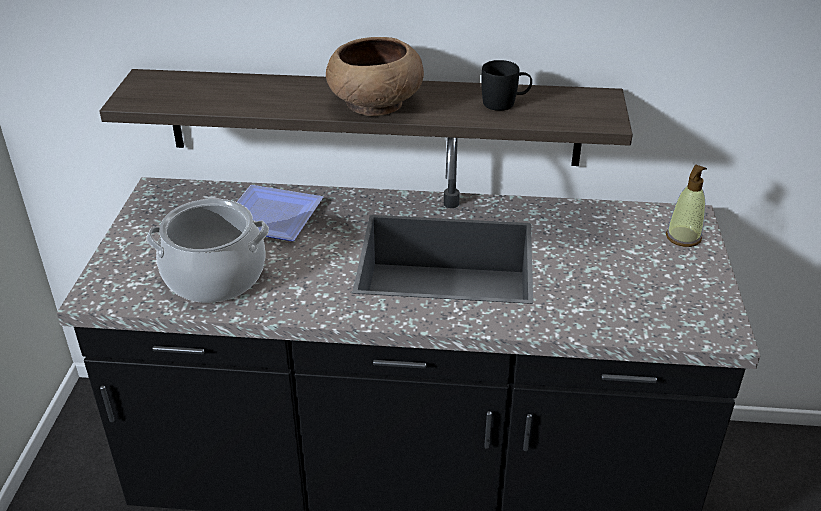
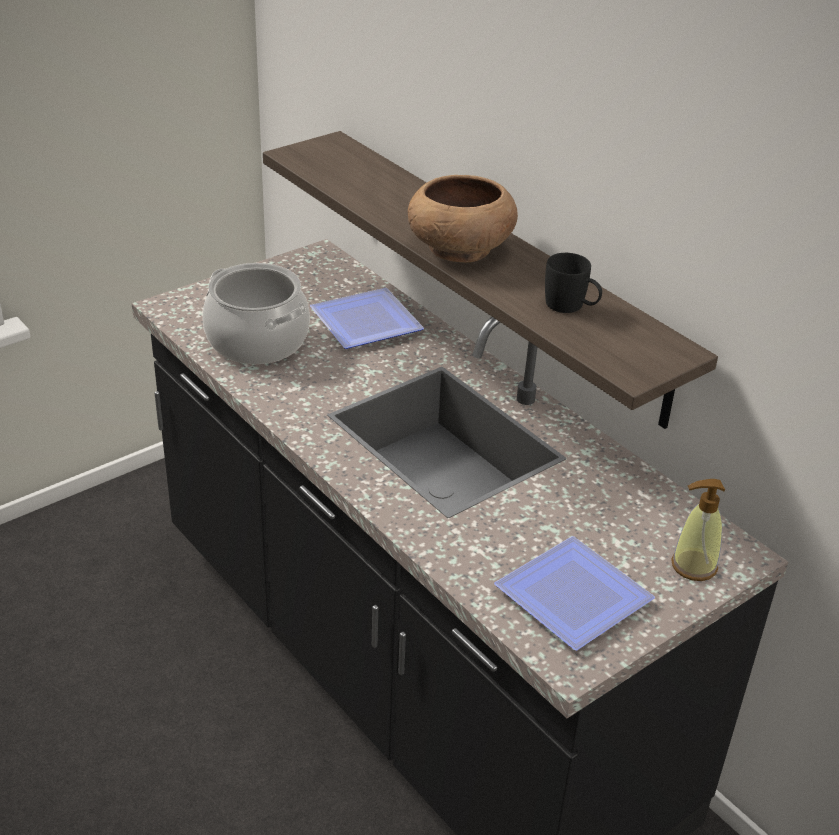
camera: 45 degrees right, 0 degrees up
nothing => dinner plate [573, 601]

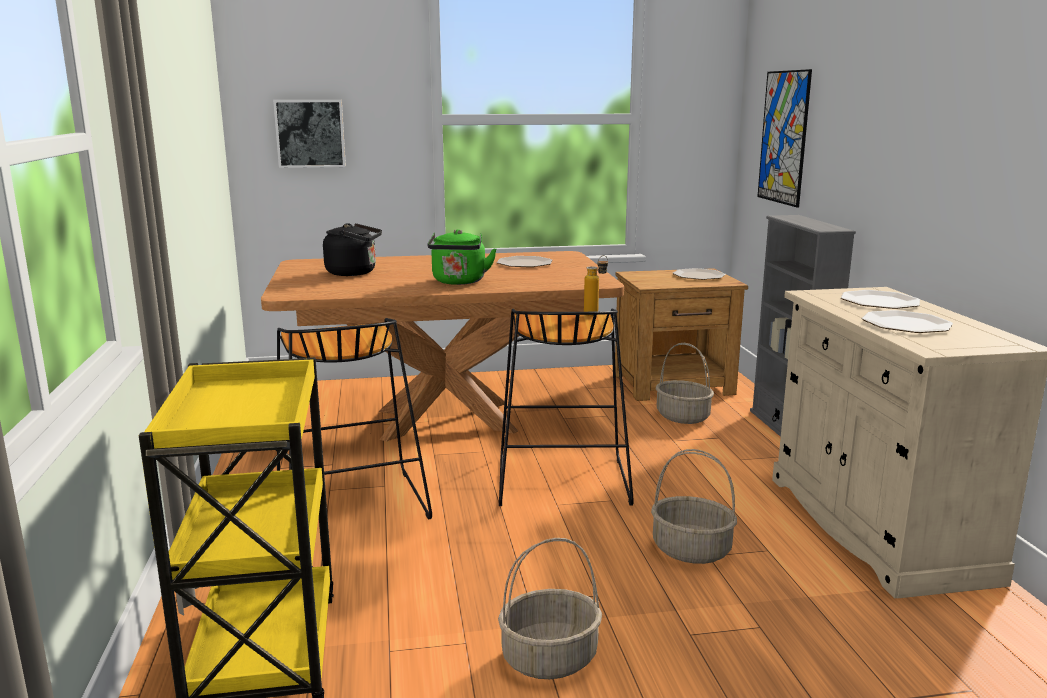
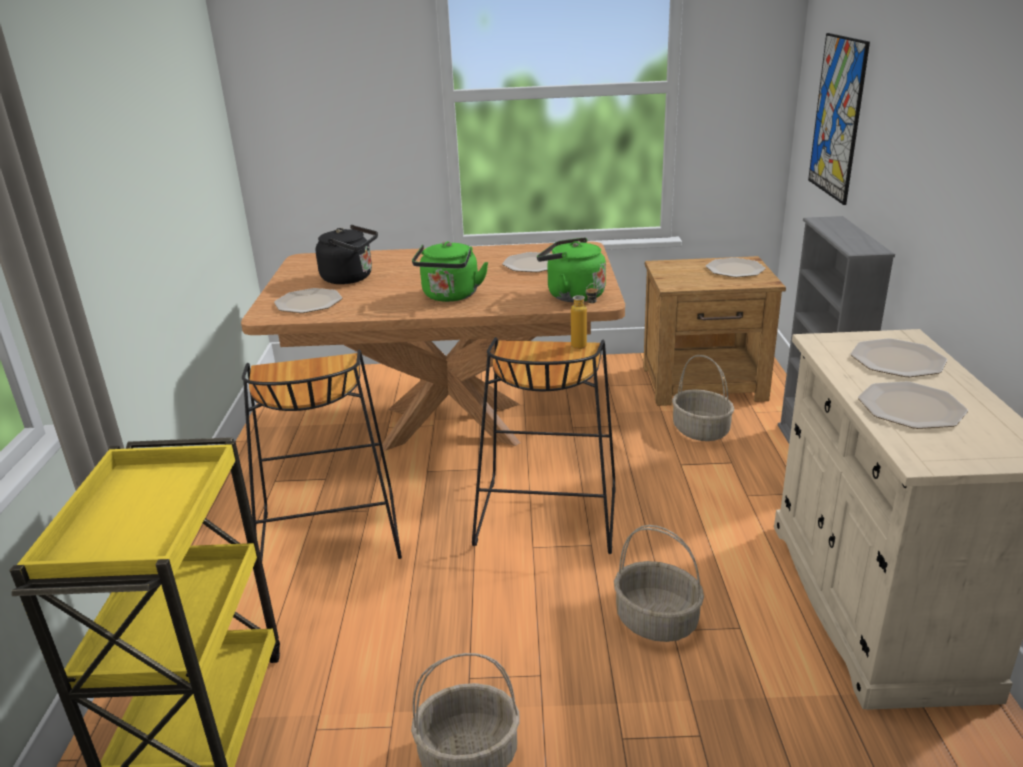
camera: 10 degrees right, 10 degrees up
wall art [310, 133] => nothing
nothing => water kettle (green) [572, 295]
nothing => dinner plate [308, 303]

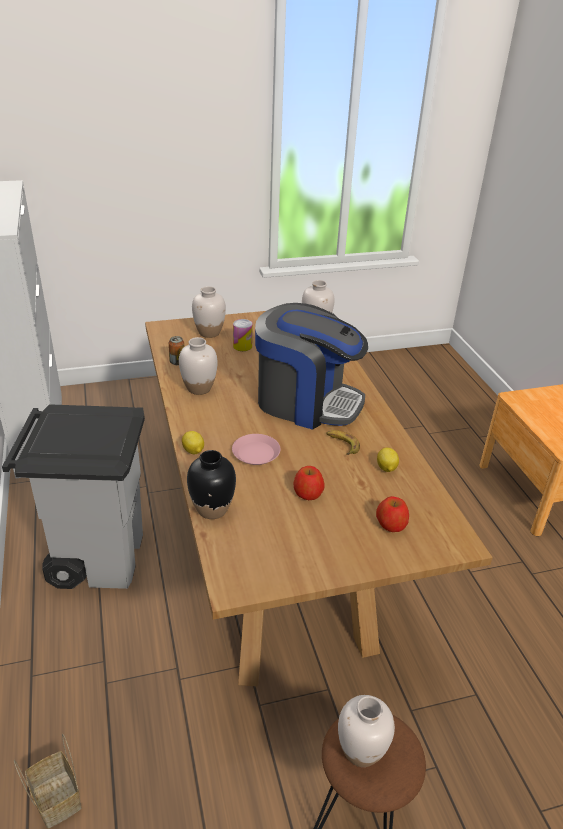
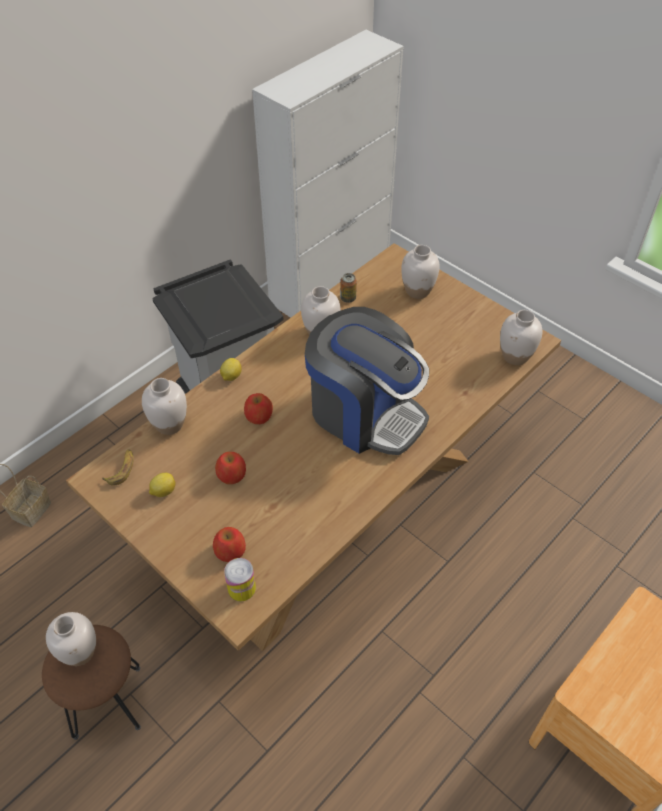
camera: 60 degrees right, 15 degrees up
coffee maker [306, 402] => coffee maker [365, 413], 45 degrees counterclockwise
metal can [242, 346] => metal can [241, 588], shifted
banana fruit [342, 444] => banana fruit [121, 469], shifted
dinner plate (pinkish) [256, 453] => apple [259, 416]
citrus fruit [386, 468] => citrus fruit [163, 491], shifted
vase (black-coloured) [212, 509] => vase (white) [169, 424]

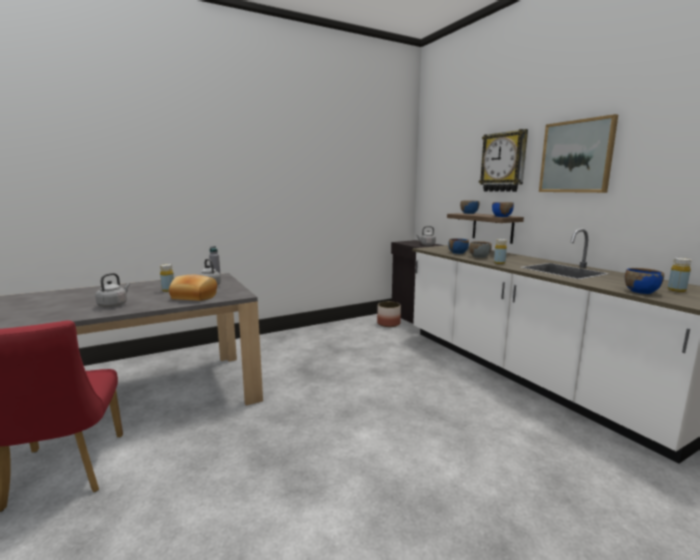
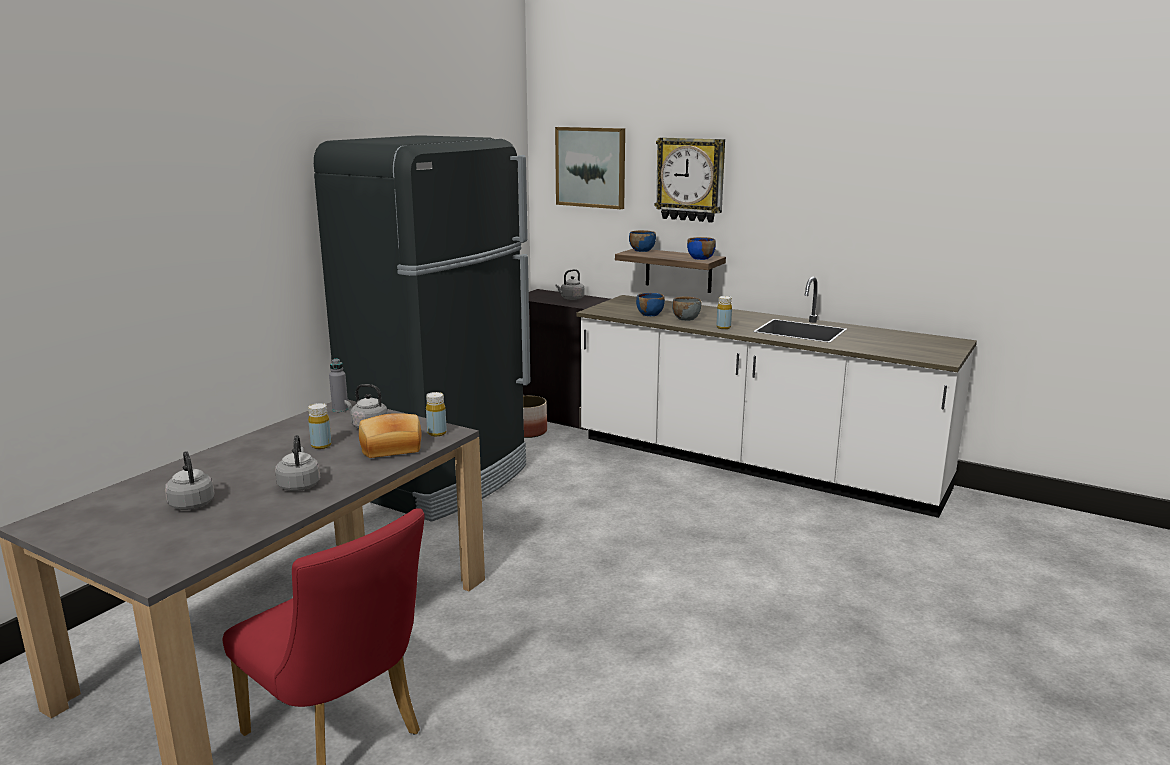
camera: 30 degrees left, 5 degrees up
wall art [576, 156] => wall art [591, 167], shifted
bottle (yellow) [676, 290] => bottle (yellow) [437, 433], shifted
serving bowl (blue-coloured) [641, 291] => nothing
nothing => fridge (black-coloured) [441, 481]
nothing => water kettle (gray) [191, 503]

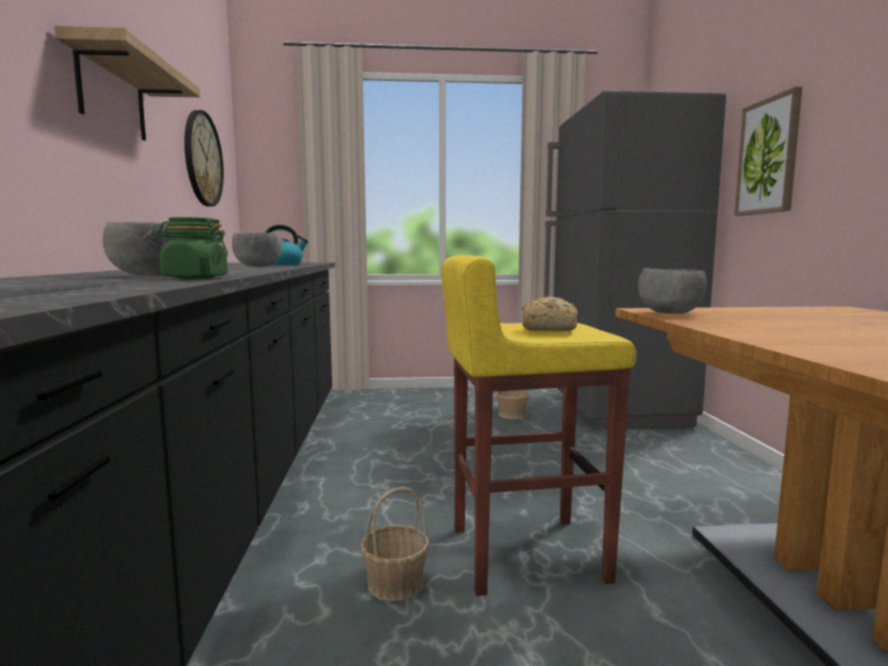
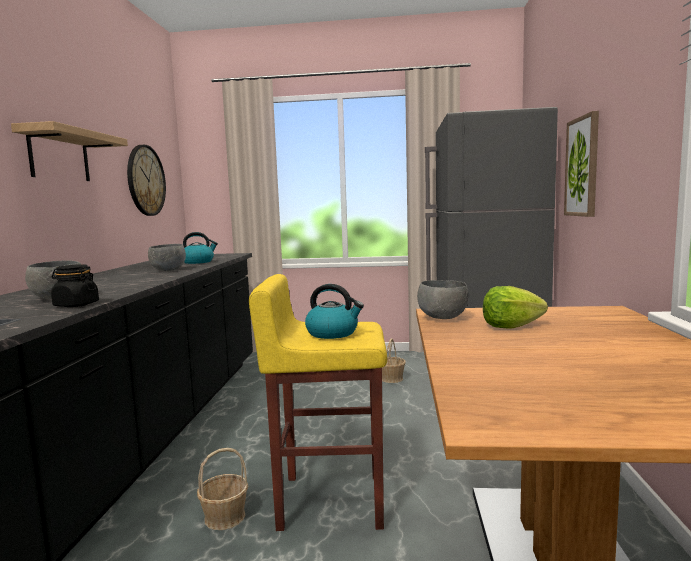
camera: 10 degrees right, 0 degrees up
jar (green) [195, 278] => jar (black-coloured) [76, 305]
bread [546, 329] => water kettle [333, 333]
nothing => lettuce [510, 326]

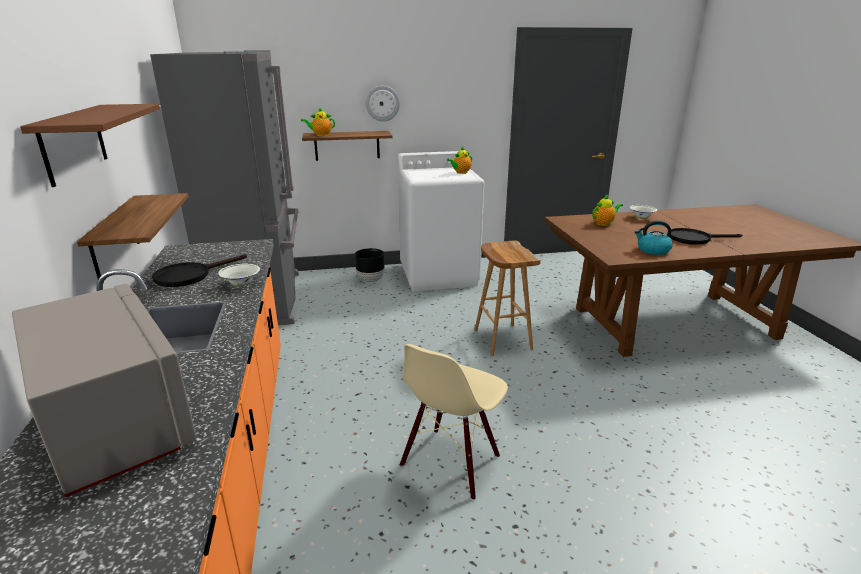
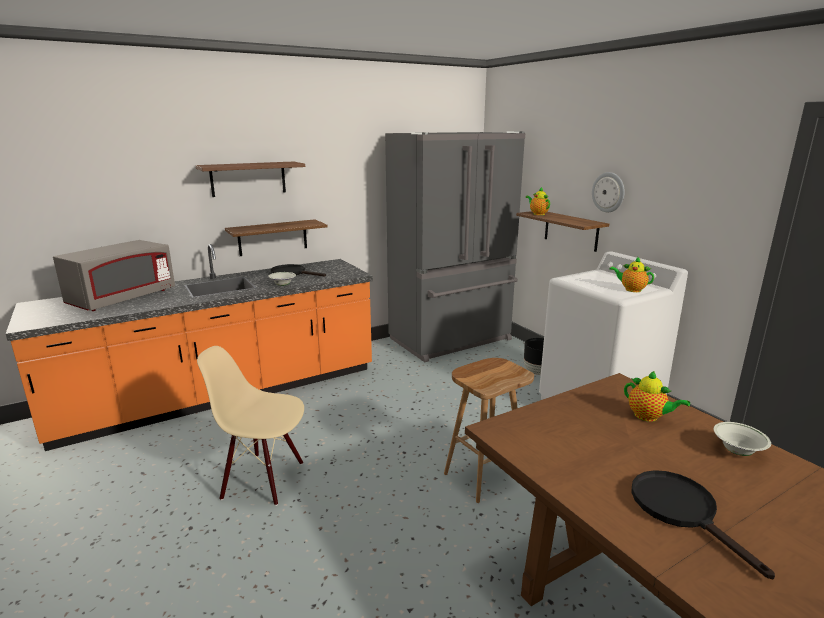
camera: 70 degrees right, 5 degrees down
water kettle [652, 250] => nothing

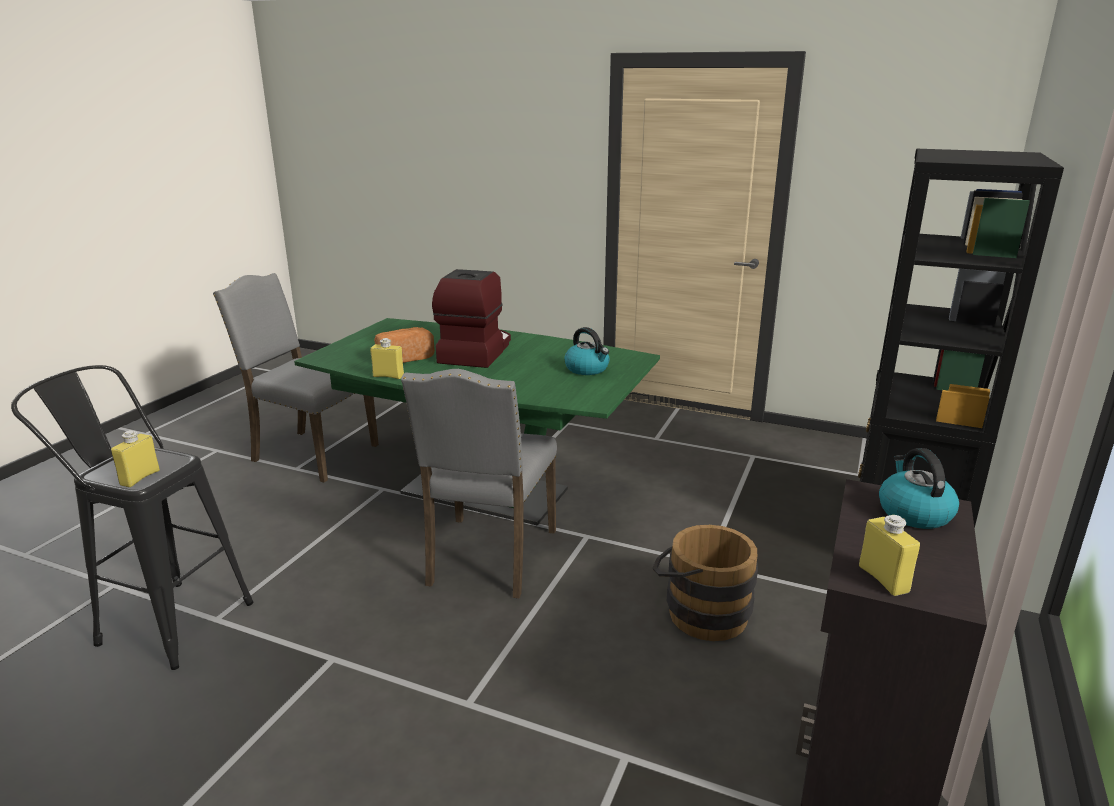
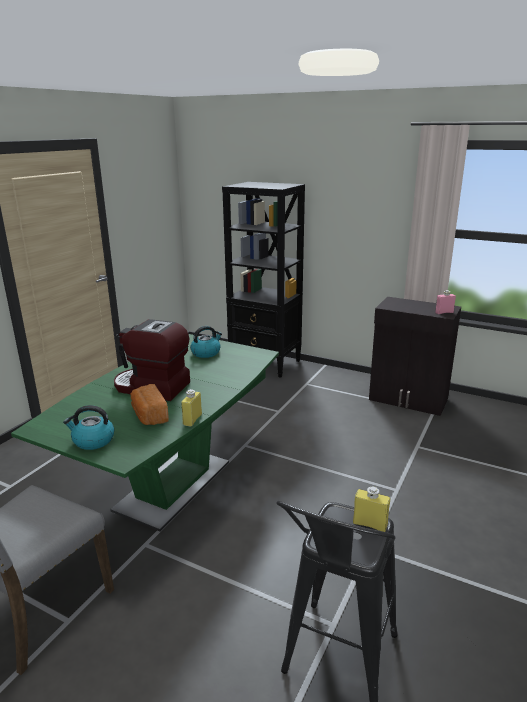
camera: 85 degrees left, 0 degrees up
upright chair (gray) [489, 558] => nothing
water kettle [913, 512] => water kettle [93, 441], shifted
bottle (yellow) [883, 579] => bottle (pinkish) [444, 312]
bucket (brownish) [700, 612] => nothing

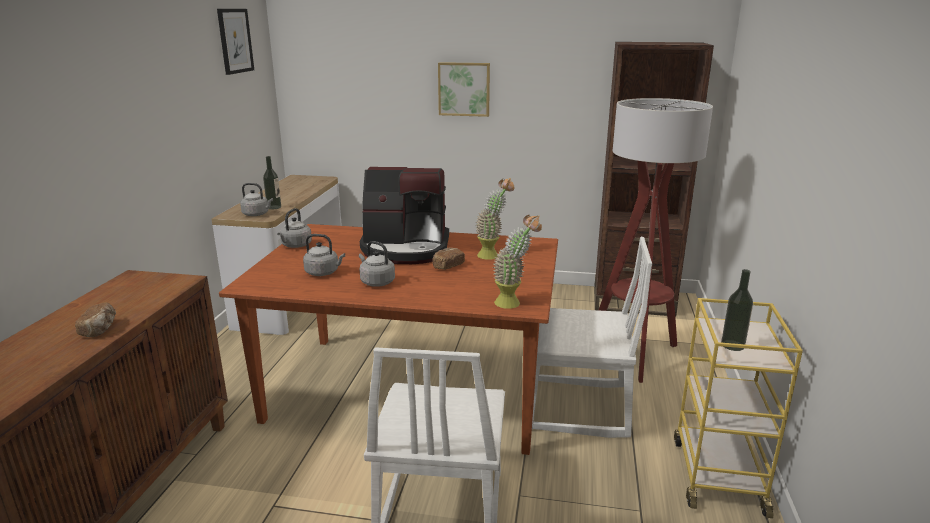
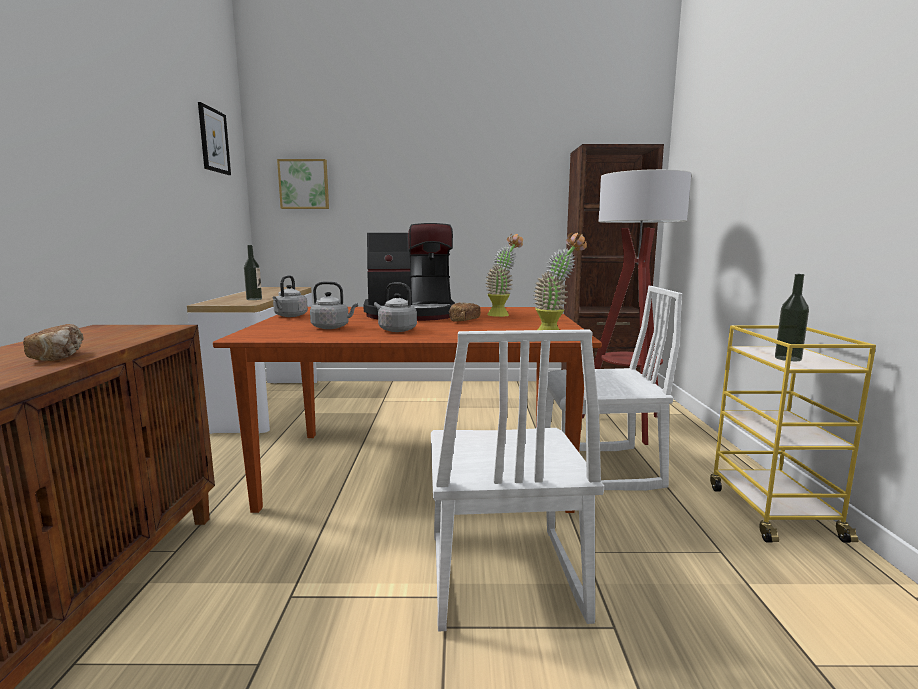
camera: 10 degrees left, 10 degrees down
wall art [464, 89] => wall art [304, 184], shifted
water kettle (gray) [257, 214] => nothing

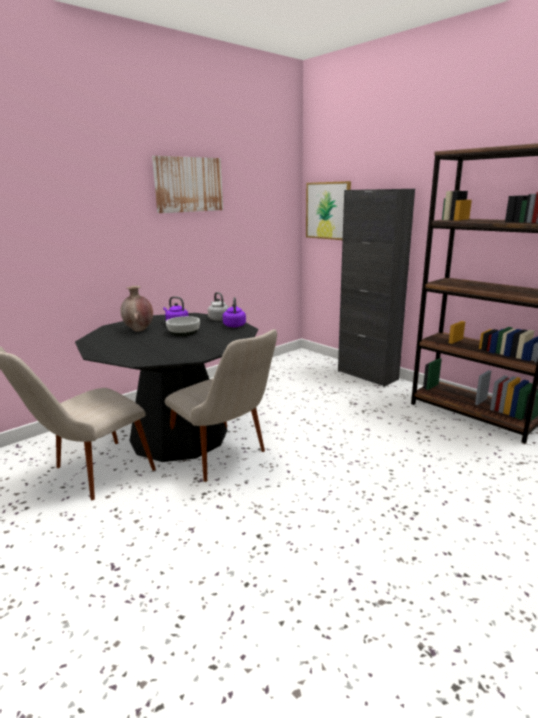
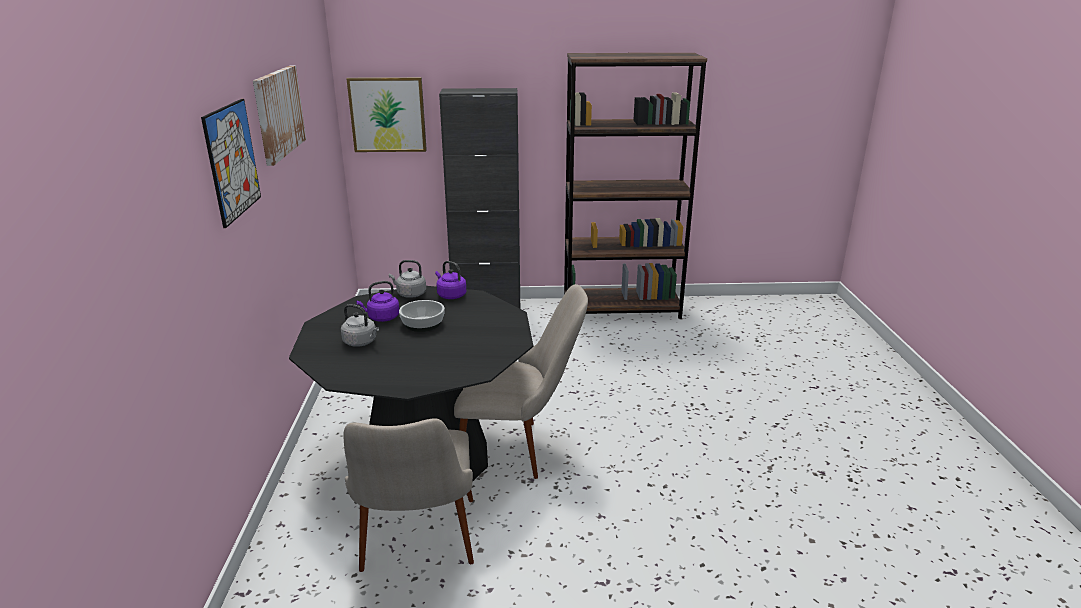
camera: 50 degrees left, 5 degrees up
vase (brownish) [139, 330] => water kettle (gray) [361, 342]
nothing => wall art [232, 161]

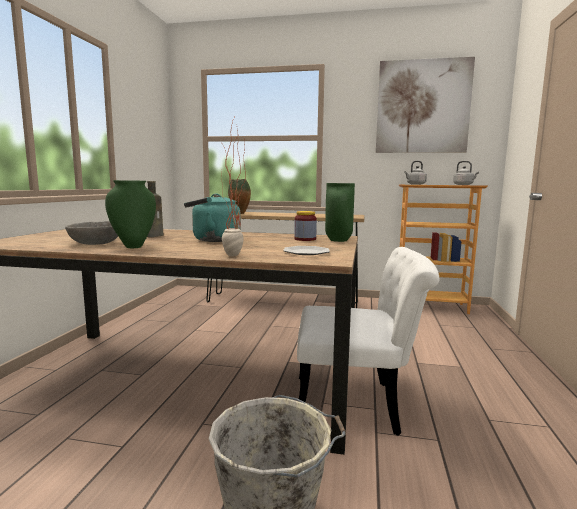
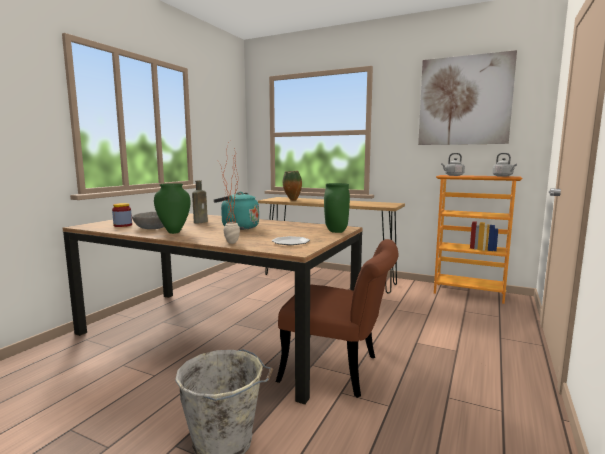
camera: 15 degrees right, 0 degrees up
jar [305, 239] => jar [123, 225], shifted
upright chair (white) [358, 405] => upright chair (brownish) [340, 370]

